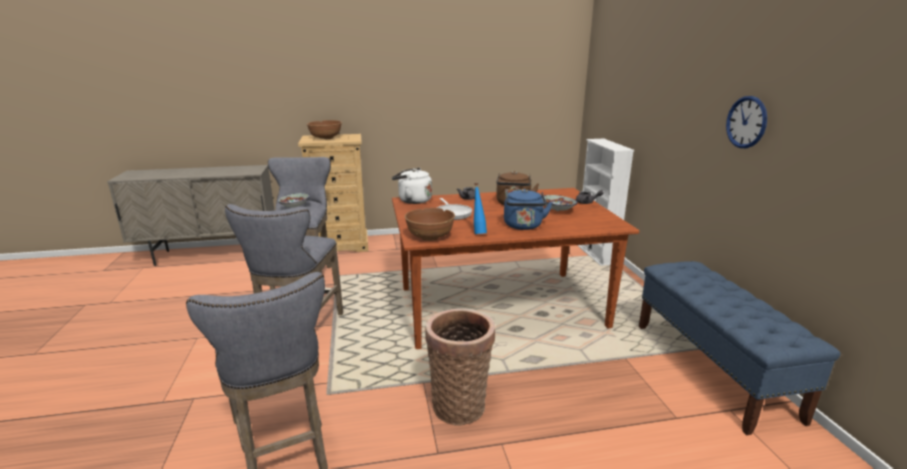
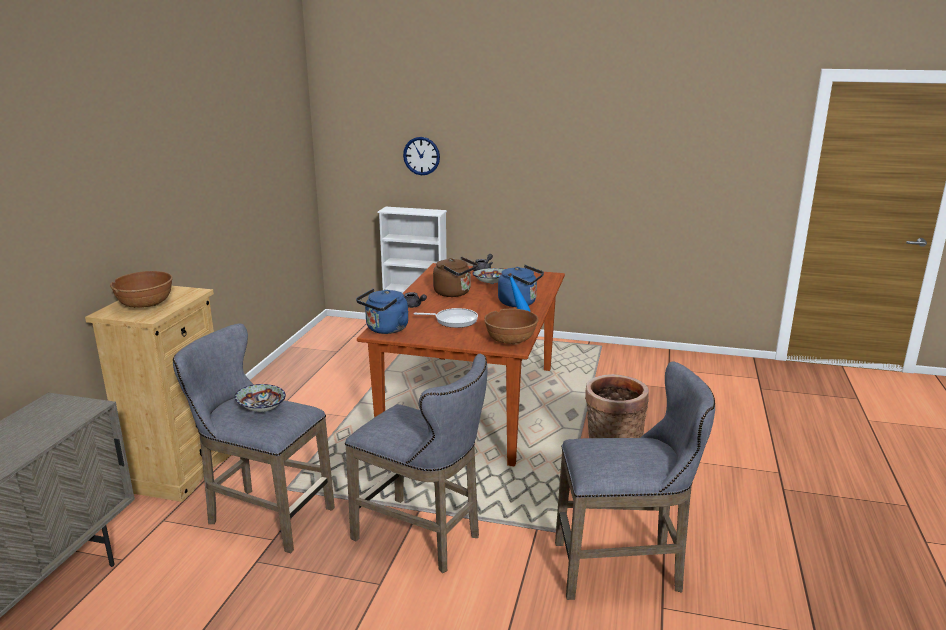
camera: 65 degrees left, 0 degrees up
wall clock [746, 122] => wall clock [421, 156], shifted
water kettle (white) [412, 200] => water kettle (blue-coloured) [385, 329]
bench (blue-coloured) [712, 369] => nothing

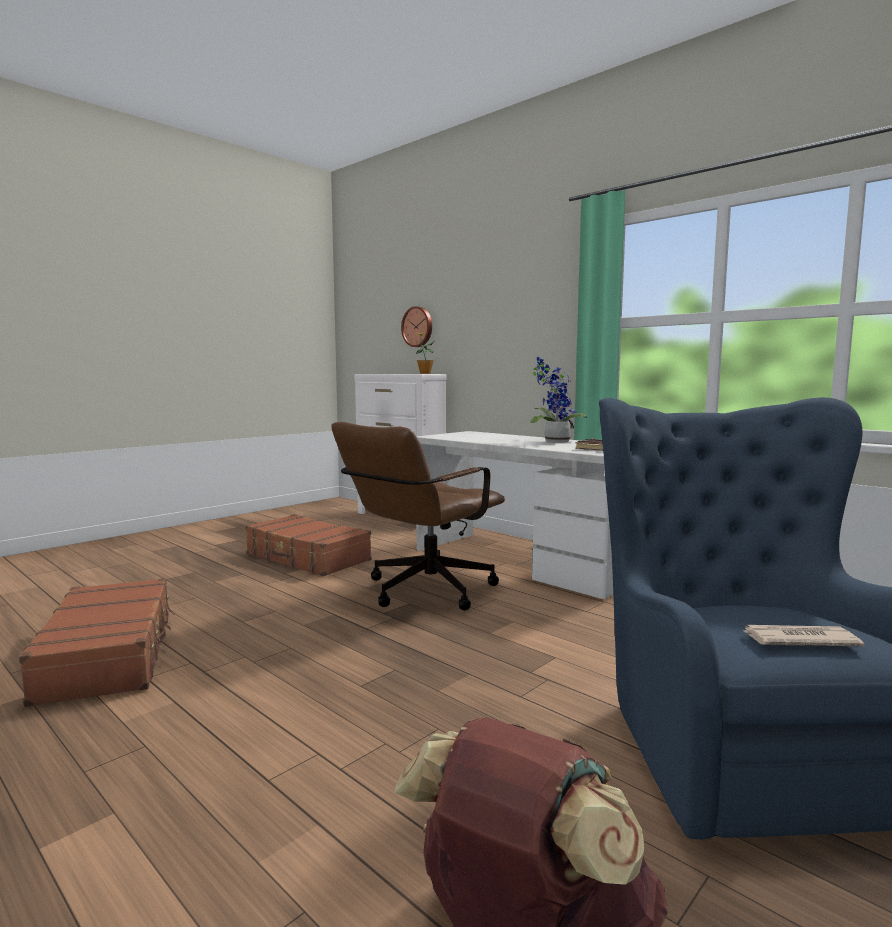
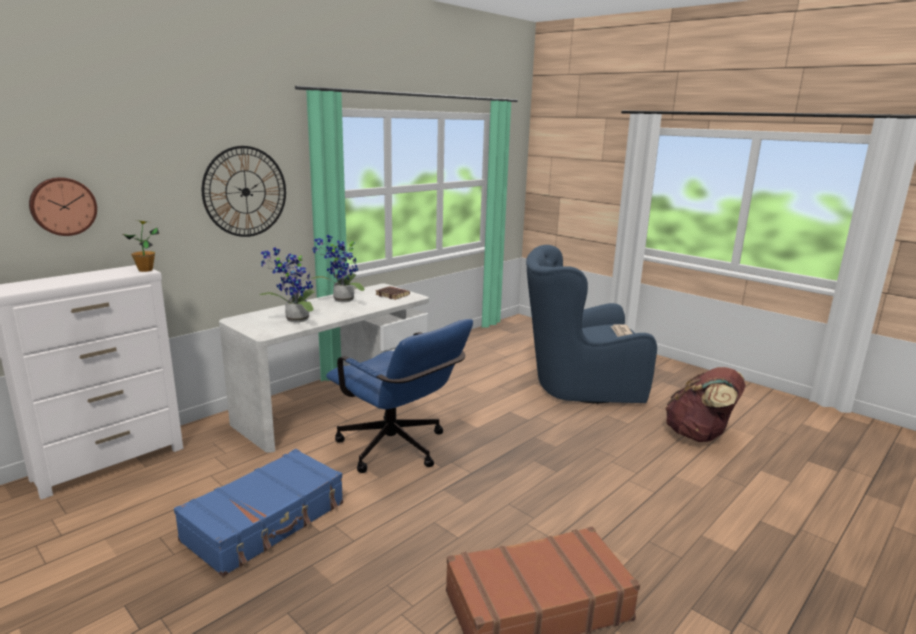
camera: 90 degrees left, 10 degrees up
office chair (brownish) [421, 592] => office chair (blue-coloured) [398, 450]
travel case (brownish) [307, 558] => travel case (blue-coloured) [266, 522]
nothing => wall clock [245, 192]
nothing => potted plant [294, 320]

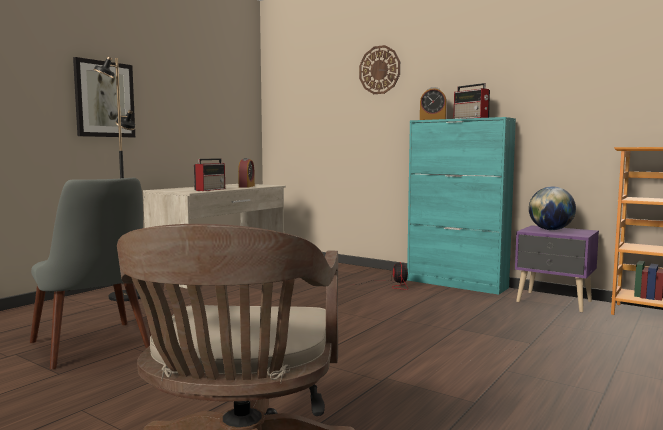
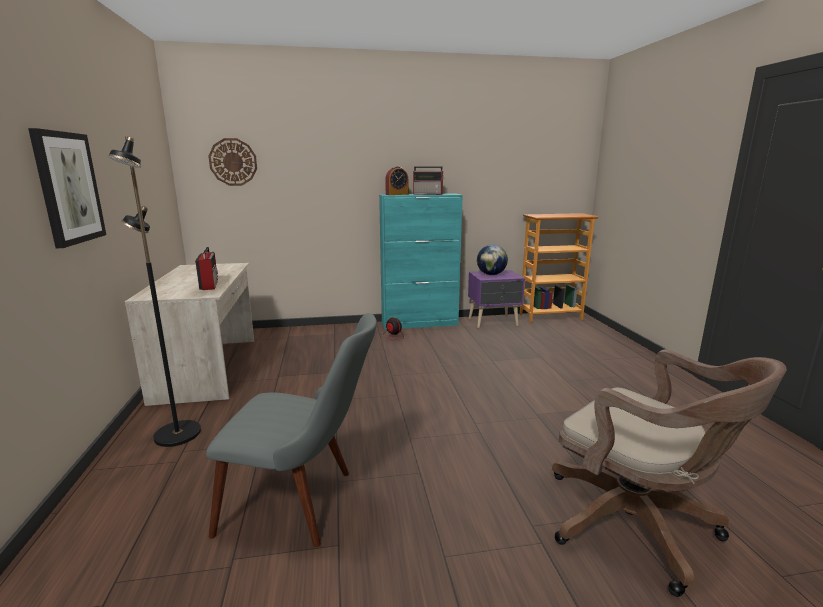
camera: 45 degrees left, 10 degrees up
wall clock [379, 70] => wall clock [233, 162], shifted
table clock [246, 186] => nothing

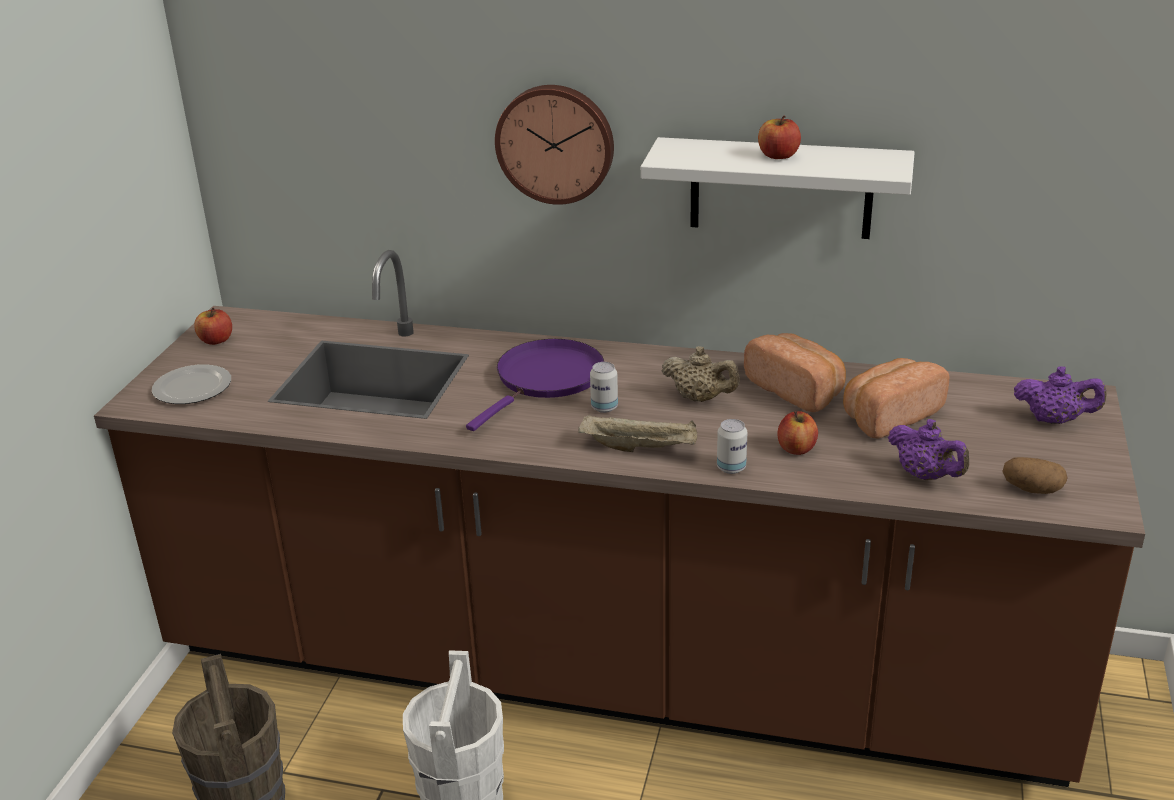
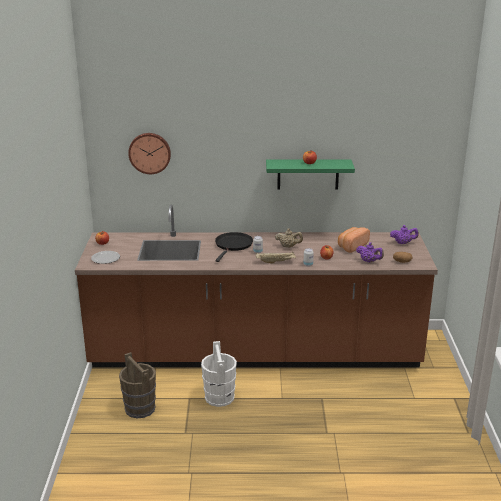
camera: 15 degrees left, 5 degrees down
wall clock [556, 143] => wall clock [150, 152], shifted
shelf (white) [781, 188] => shelf (green) [308, 174]
bread [797, 390] => nothing
frying pan (purple-coloured) [546, 379] => frying pan (black-coloured) [233, 245]

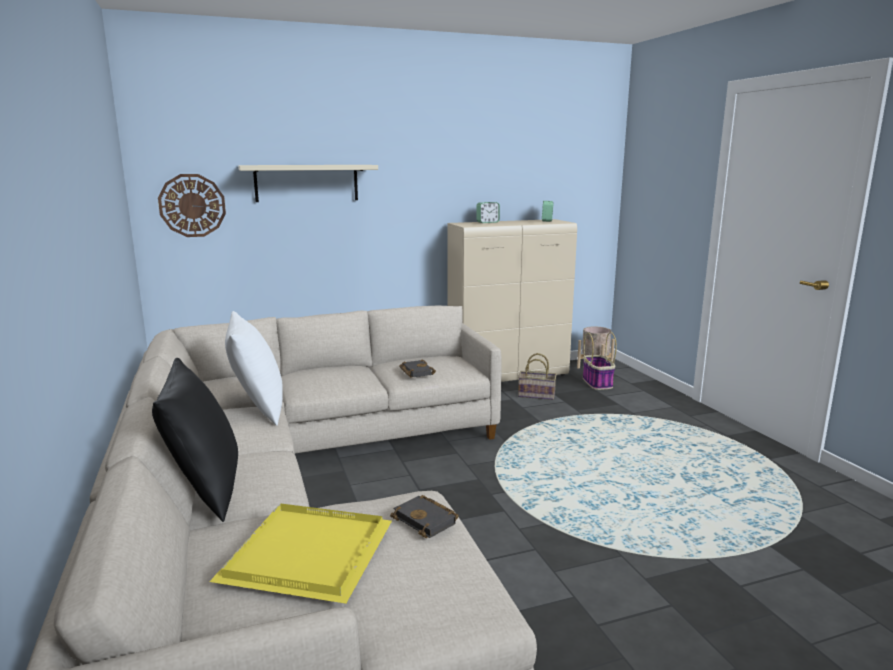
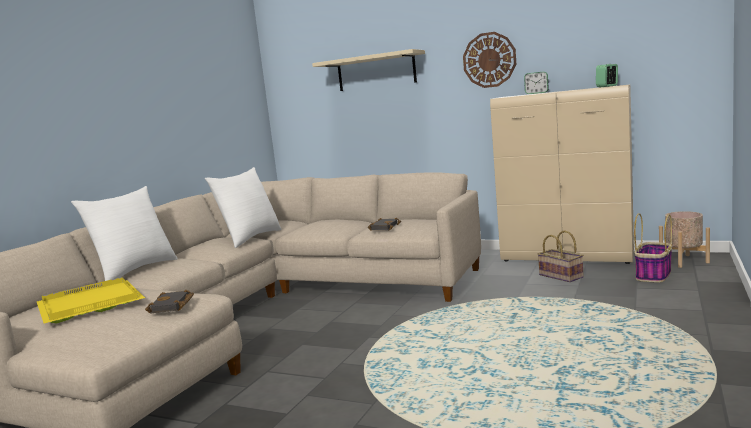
camera: 45 degrees right, 5 degrees down
wall clock [192, 205] => wall clock [489, 60], shifted
throw pillow (black-coloured) [205, 490] => throw pillow (white) [134, 270]

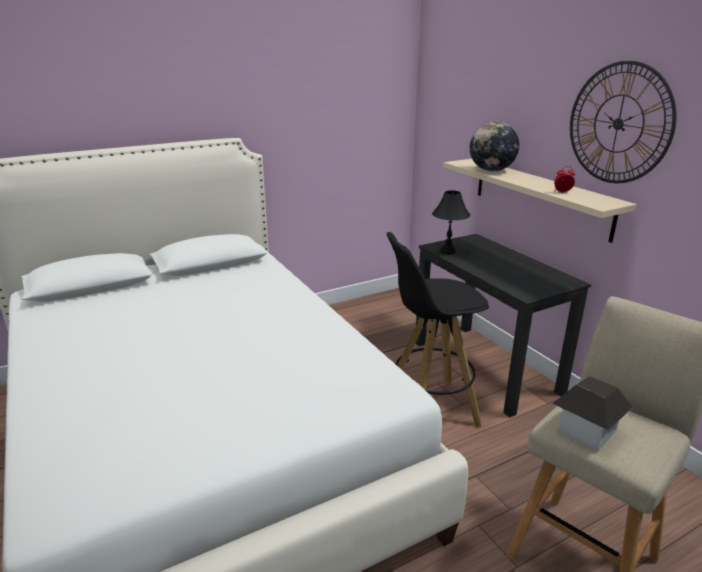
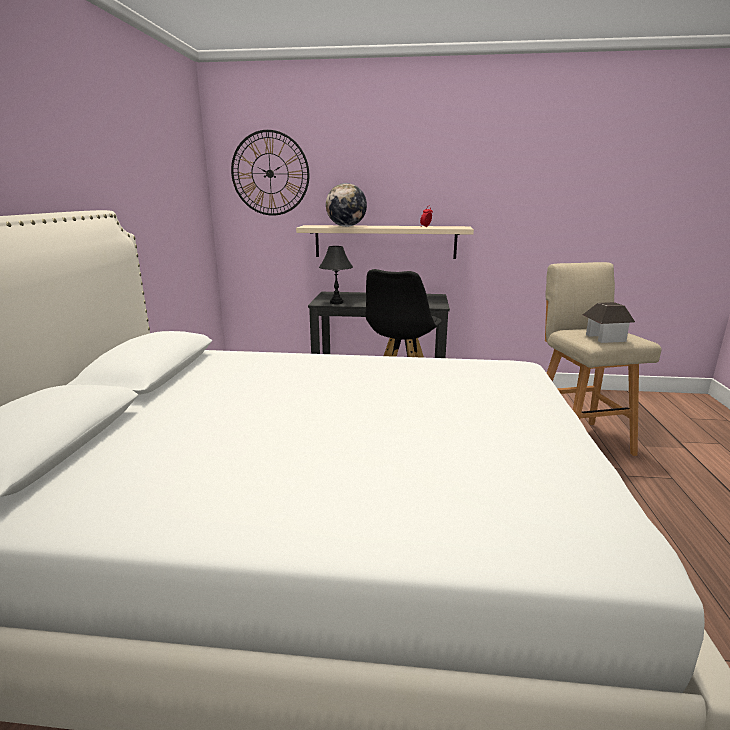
camera: 55 degrees left, 5 degrees down
wall clock [618, 124] => wall clock [270, 173], shifted

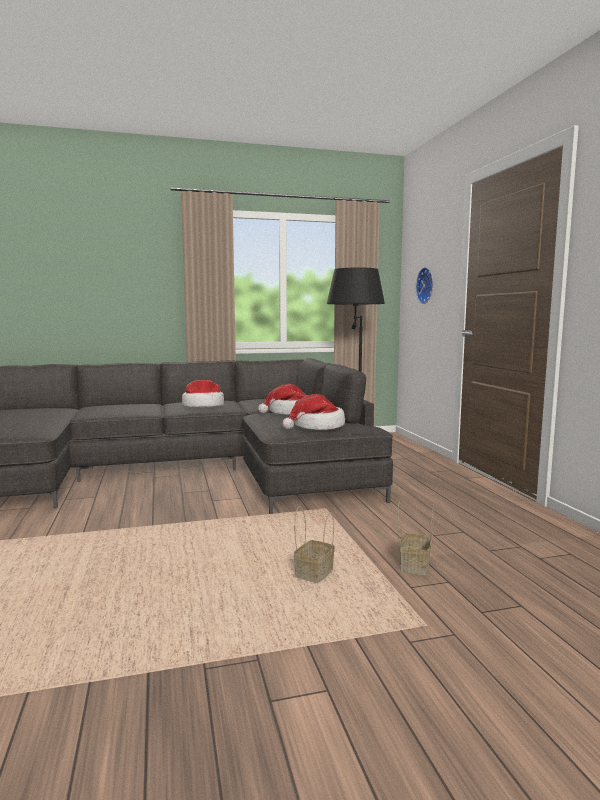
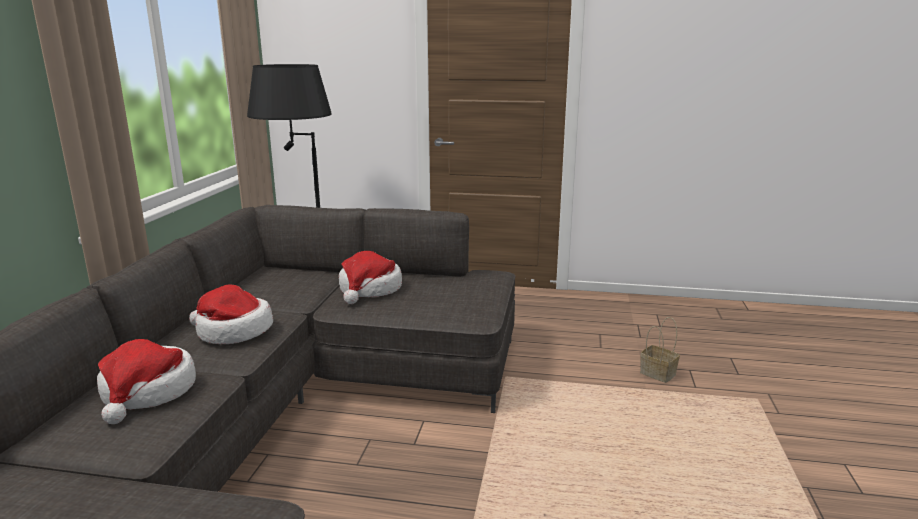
camera: 65 degrees left, 10 degrees up
wall clock [427, 285] => nothing
clothing hat [317, 427] => clothing hat [148, 392], shifted
storage basket [314, 573] => nothing

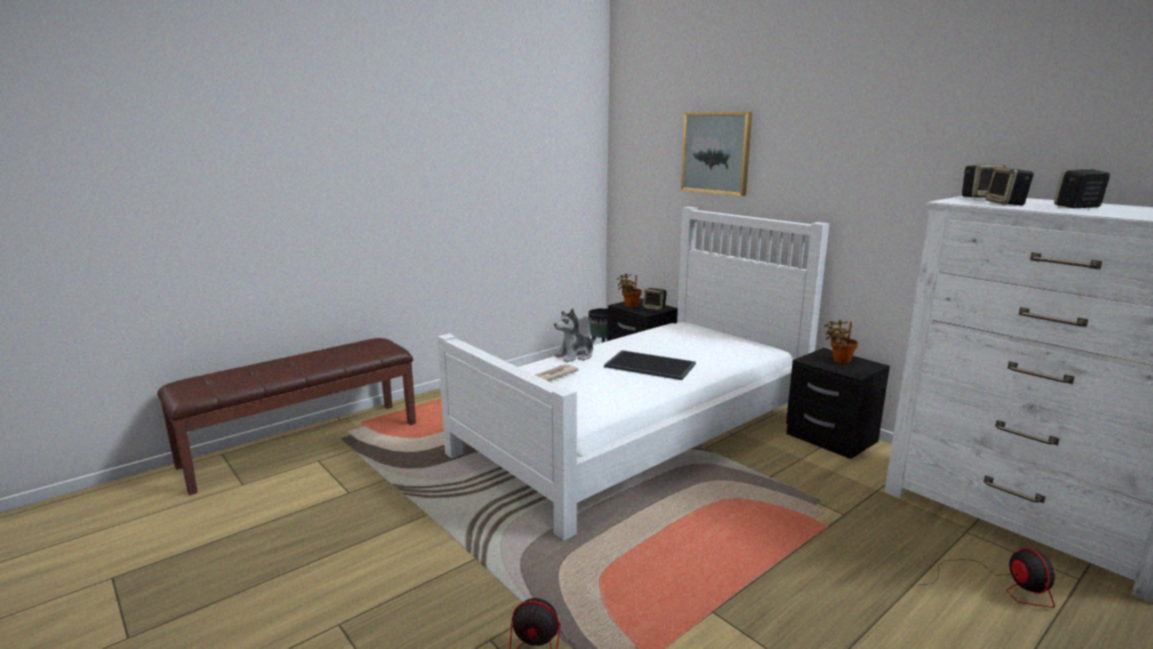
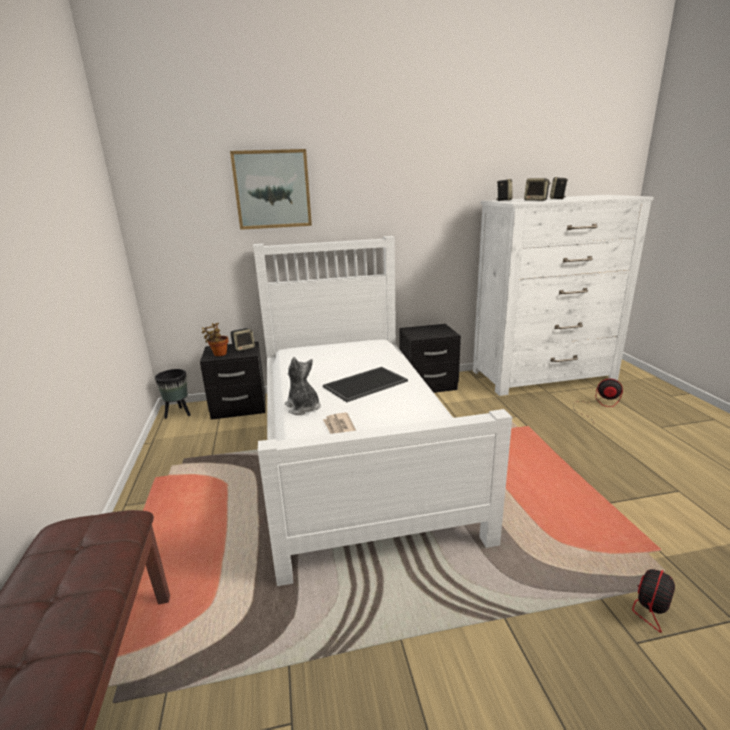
camera: 60 degrees left, 5 degrees up
plush toy [575, 356] => plush toy [303, 408], 150 degrees clockwise
potted plant [839, 360] => nothing

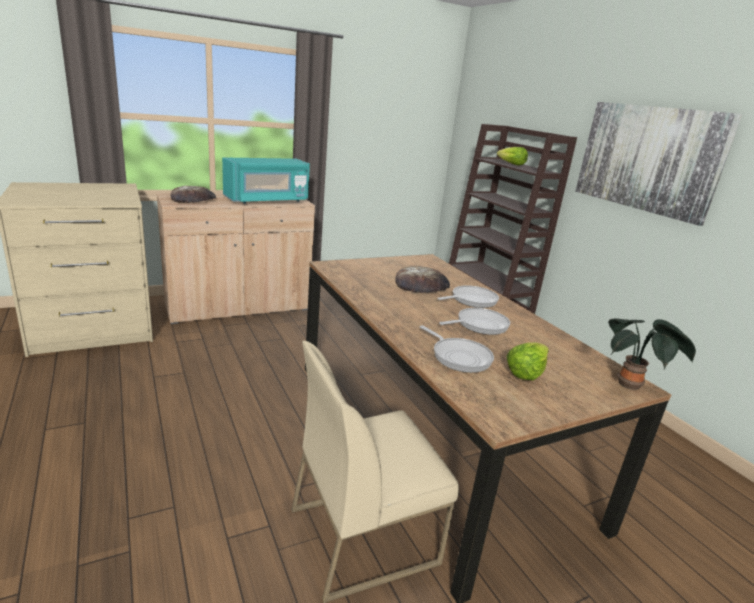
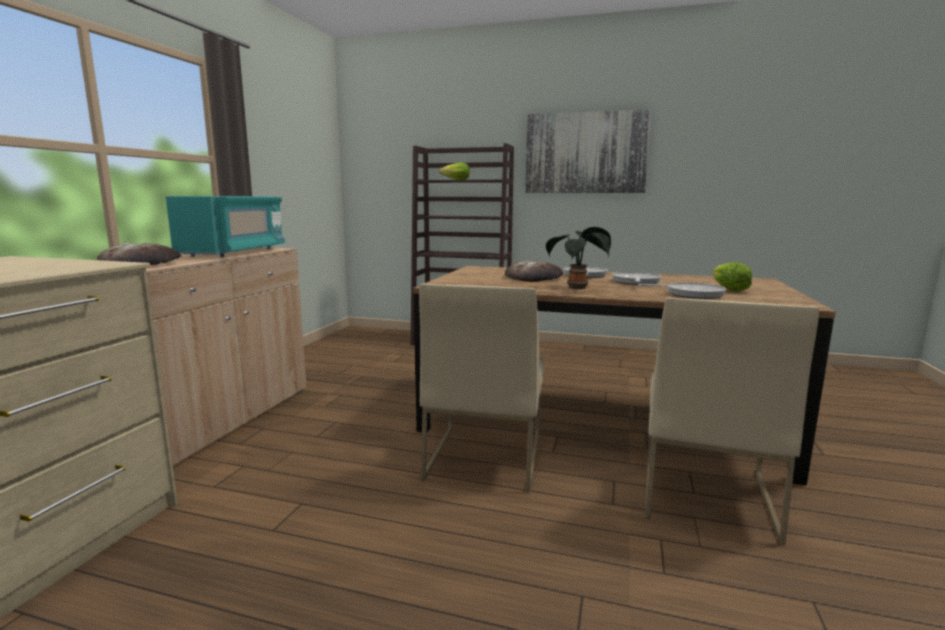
camera: 45 degrees left, 10 degrees down
potted plant [632, 386] => potted plant [579, 288], shifted
nothing => upright chair (sand-coloured) [483, 457]

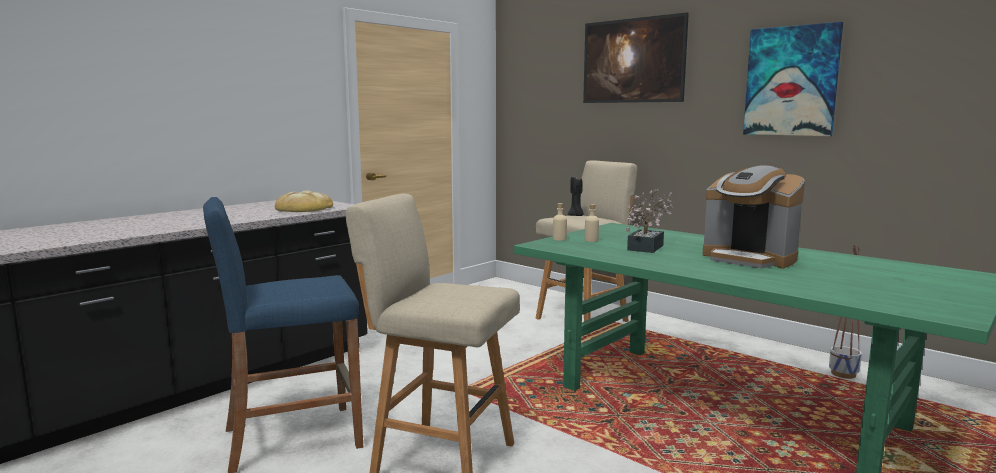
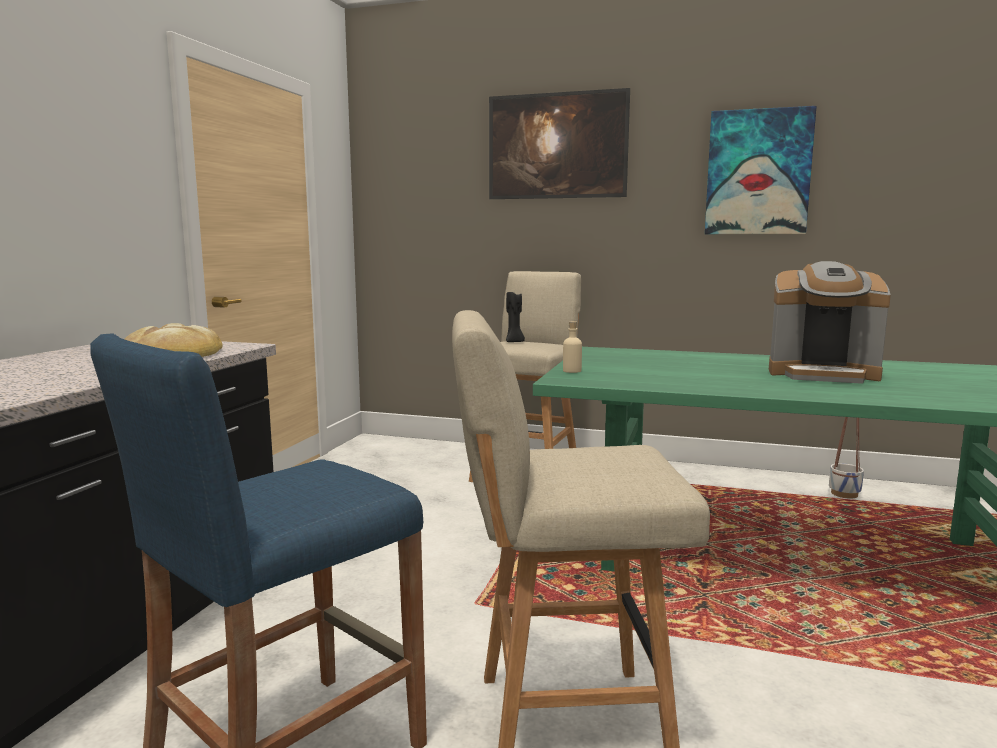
camera: 25 degrees left, 0 degrees up
potted plant [647, 247] => nothing
bottle (sand-coloured) [591, 240] => nothing

